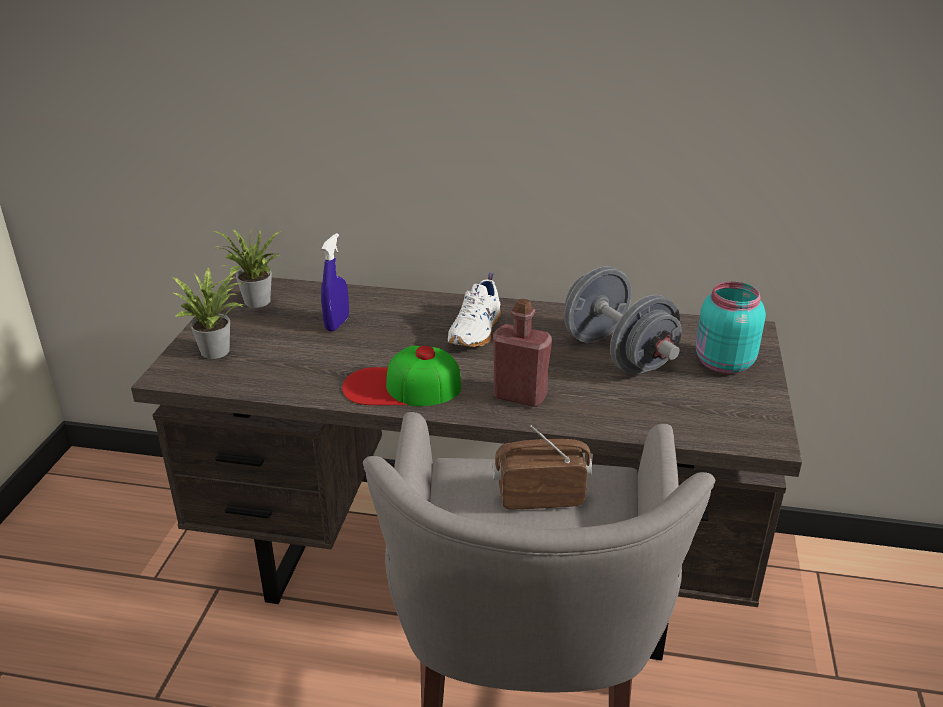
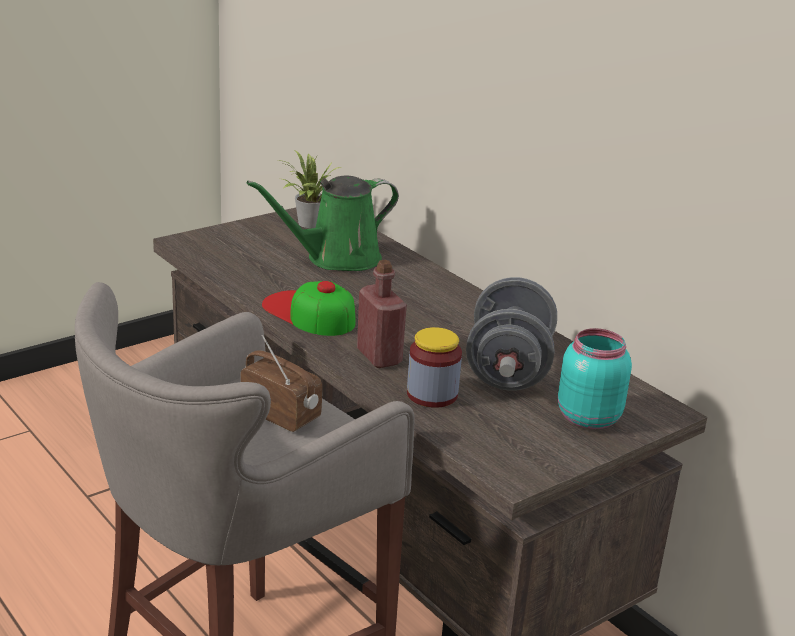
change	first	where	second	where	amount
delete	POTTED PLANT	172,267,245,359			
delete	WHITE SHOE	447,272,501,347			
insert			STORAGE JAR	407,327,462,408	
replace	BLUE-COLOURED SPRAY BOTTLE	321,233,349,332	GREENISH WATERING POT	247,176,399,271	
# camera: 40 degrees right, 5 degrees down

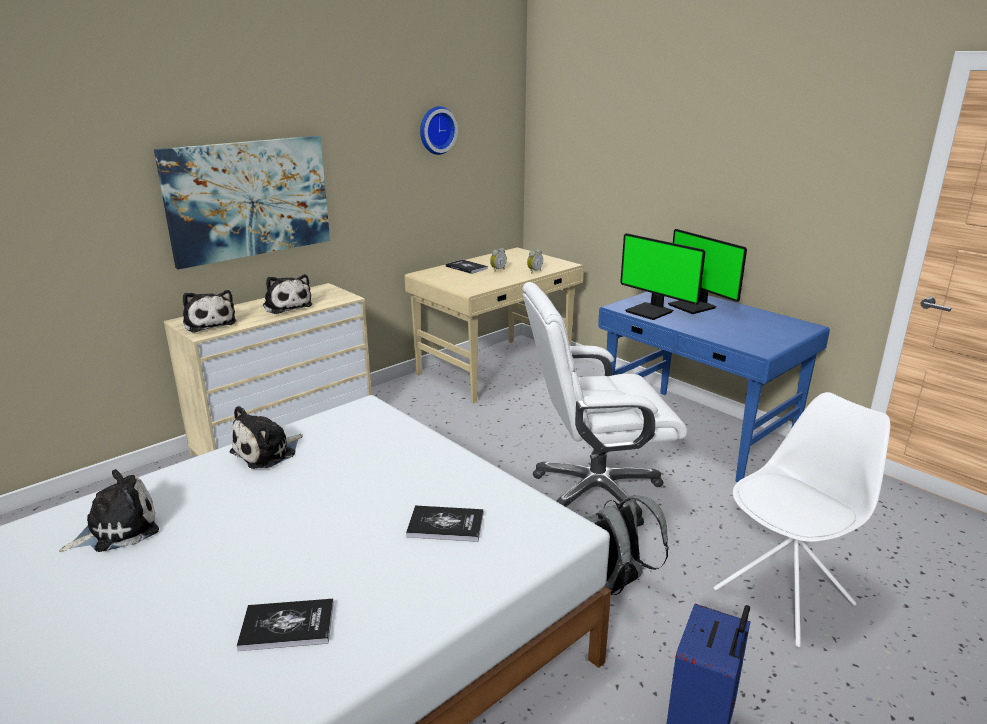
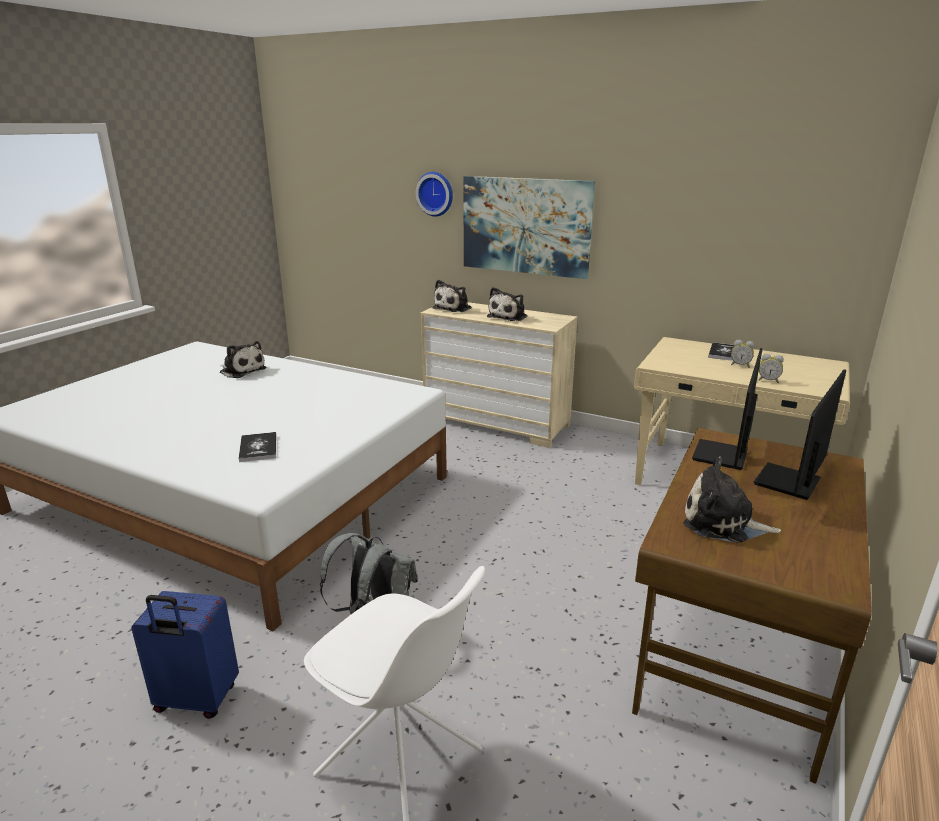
change	first	where	second	where	amount
delete	BOUND BOOK	237,599,334,651			
delete	WHITE DESK CHAIR	522,282,687,527			
move	SOFT TOY	230,406,303,469		683,457,781,543	
move	HANGING CLOCK	420,106,458,155		416,172,453,216	
recolor	BLUE-COLOURED DESK TABLE	598,291,830,482	BROWN-COLOURED DESK TABLE	632,428,872,784	
# camera: 70 degrees right, 0 degrees up

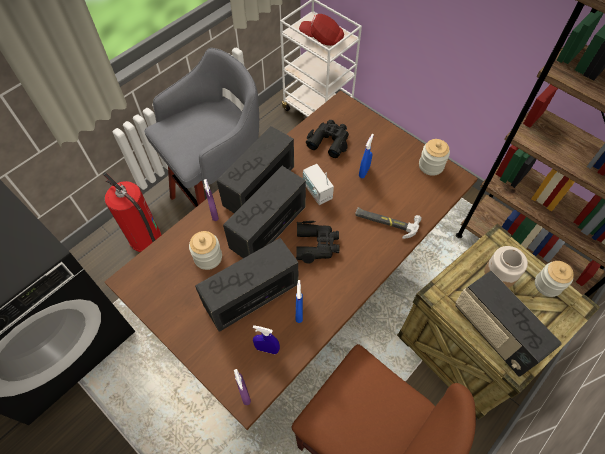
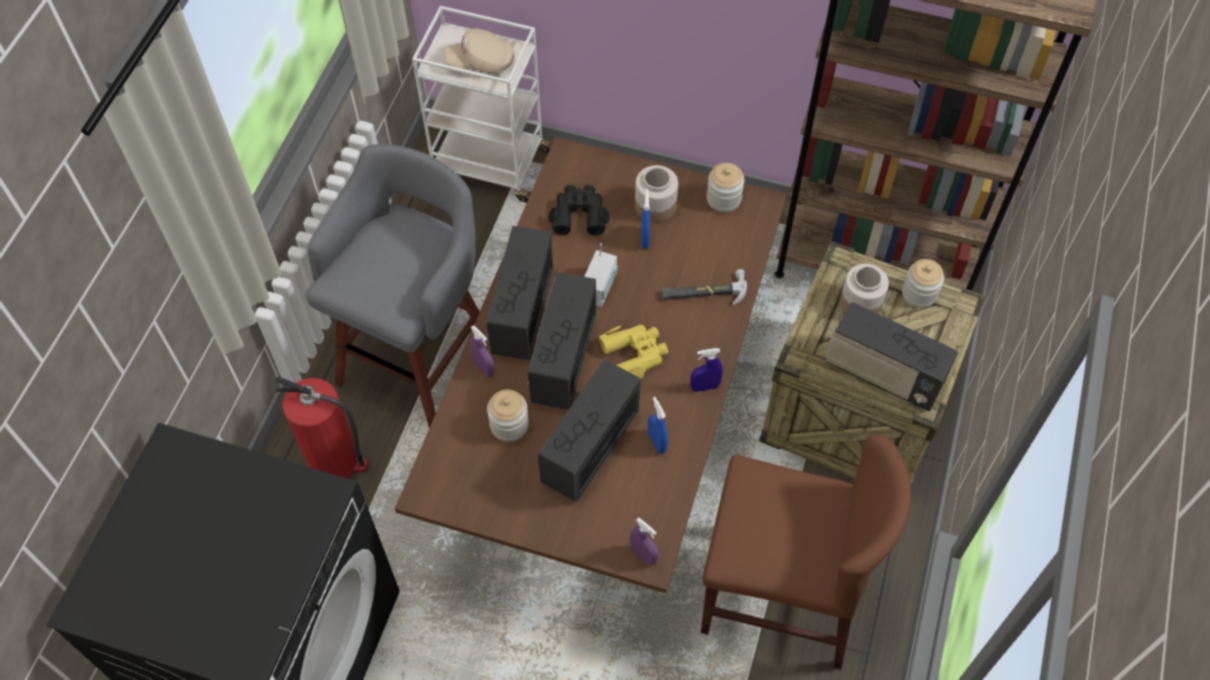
change	first	where	second	where	amount
insert			STORAGE JAR	635,165,678,222	
move	BLUE-COLOURED SPRAY BOTTLE	253,325,280,354		690,348,723,392	
recolor	BLACK-COLOURED FIELD GLASSES	296,221,339,264	YELLOW-COLOURED FIELD GLASSES	599,325,668,379	
recolor	RED BASEBALL CAP	299,14,344,46	BEIGE-COLOURED BASEBALL CAP	444,28,514,73	
rotate	RADIO RECEIVER	303,164,334,205		584,243,618,307	105 degrees counterclockwise
# camera: 25 degrees left, 0 degrees up

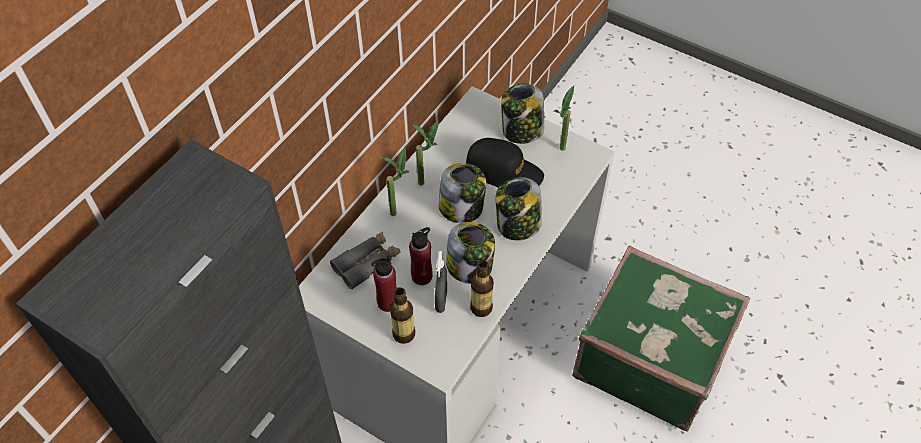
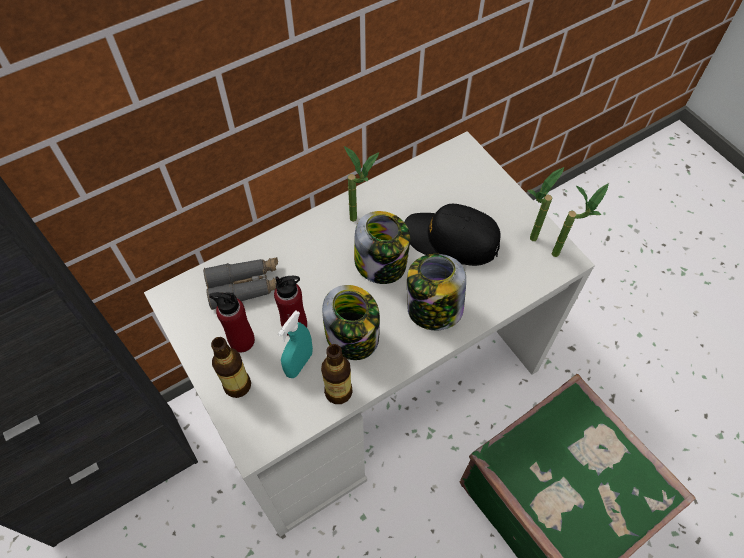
change	first	where	second	where	amount
delete	STORAGE JAR	501,83,544,144			
move	POTTED PLANT	381,147,410,216		552,183,609,257	
recolor	GRAY SPRAY BOTTLE	435,251,447,313	TURQUOISE-COLOURED SPRAY BOTTLE	278,311,313,378	
rotate	BLACK-COLOURED BASEBALL CAP	466,138,544,188		405,204,501,266	150 degrees clockwise
# camera: 25 degrees right, 5 degrees up

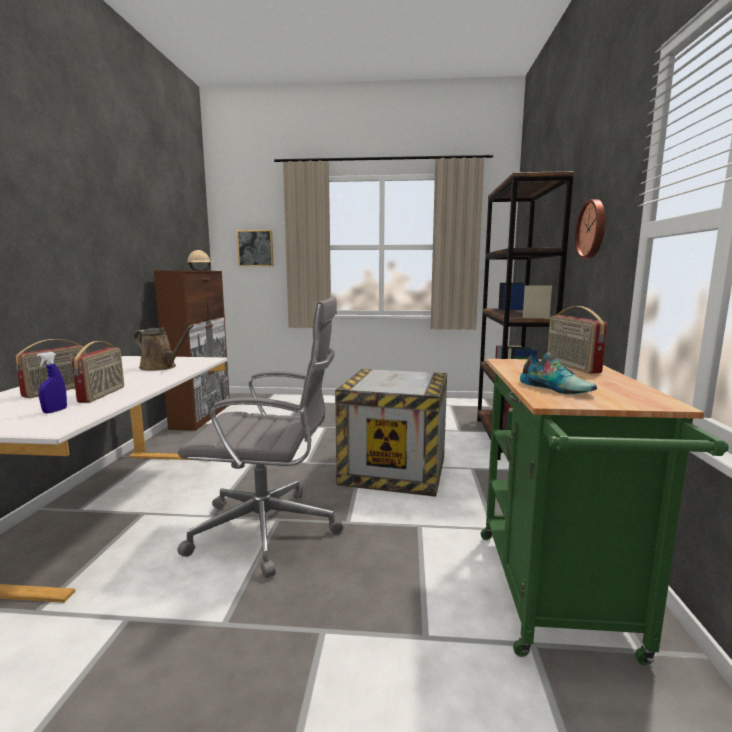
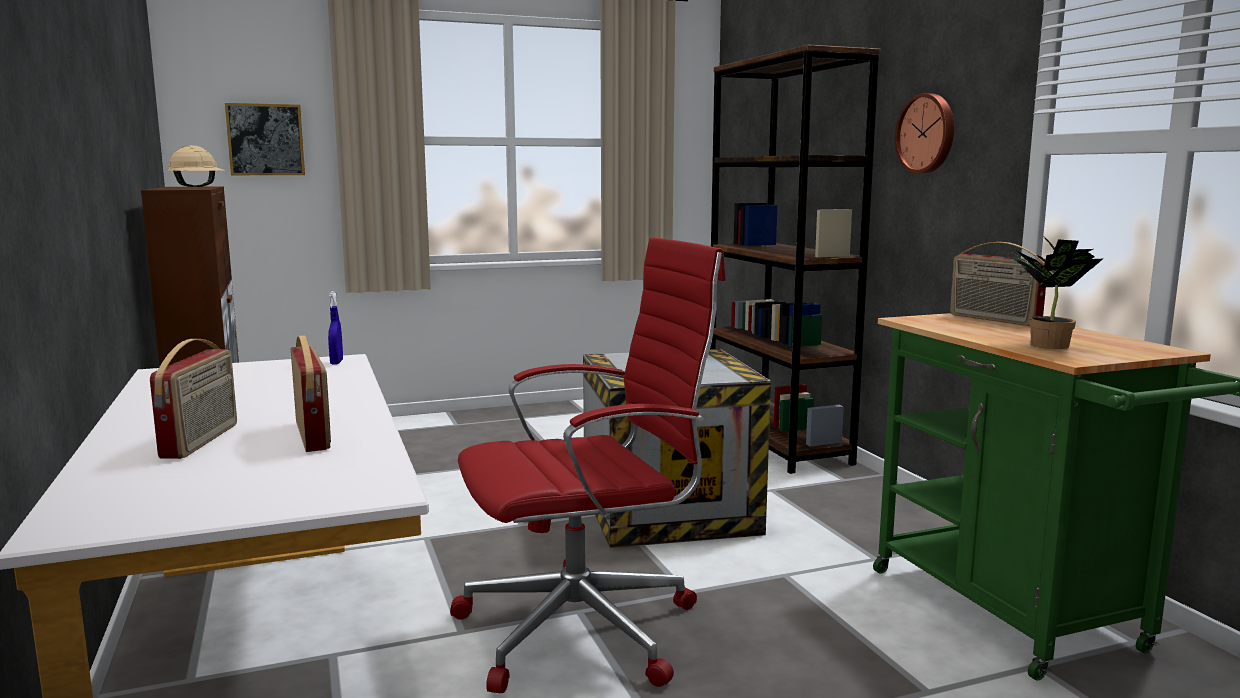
change	first	where	second	where	amount
delete	BROWN-COLOURED WATERING POT	133,325,194,371			
move	BLUE-COLOURED SPRAY BOTTLE	37,352,67,414		328,291,343,364	
replace	SHOE	520,352,597,395	POTTED PLANT	1006,238,1103,349	
recolor	GRAY DESK CHAIR	177,296,343,578	RED DESK CHAIR	450,237,726,693	
# camera: 25 degrees left, 0 degrees up

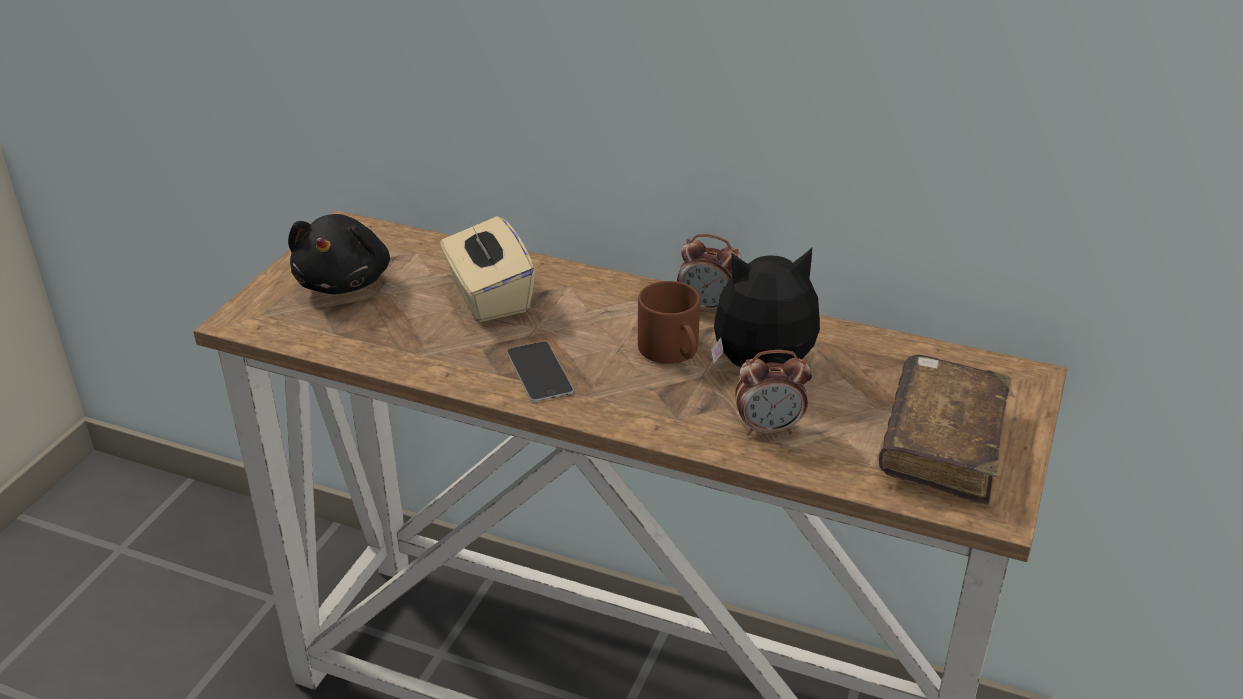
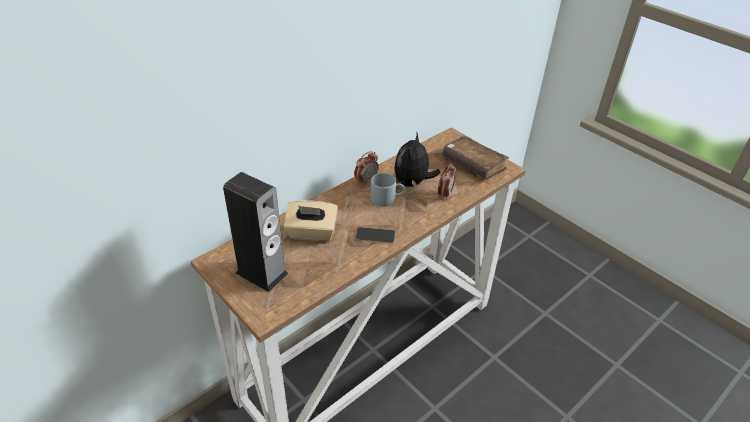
change	first	where	second	where	amount
replace	BLACK-COLOURED SOFT TOY	288,214,390,294	SPEAKER	223,172,289,292	
recolor	BROWN-COLOURED MUG	638,281,700,364	GRAY MUG	370,173,405,207	
# camera: 65 degrees left, 5 degrees up

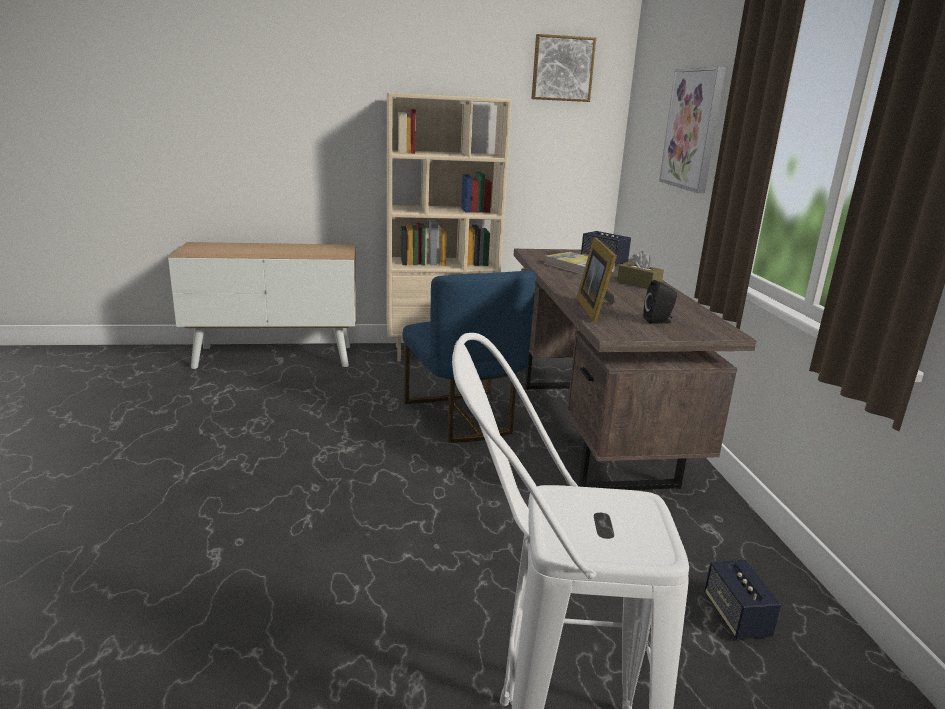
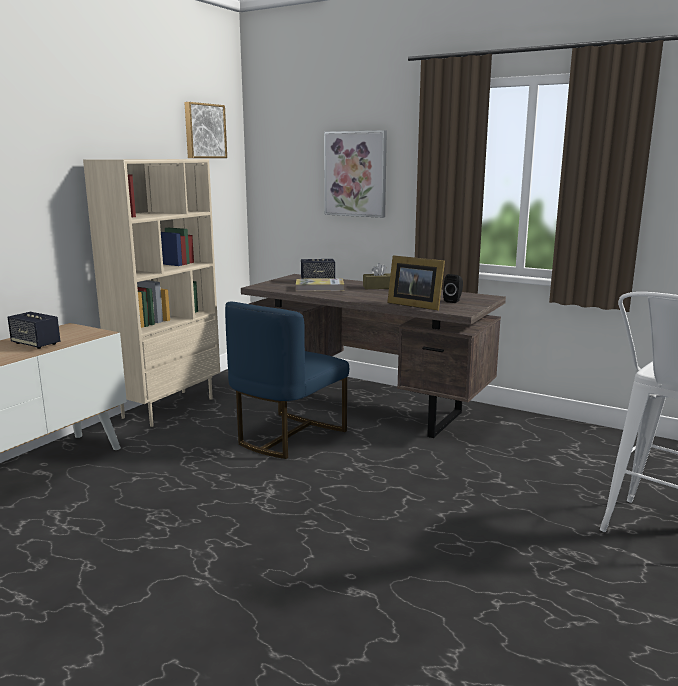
change	first	where	second	where	amount
move	SPEAKER	704,560,782,639		8,312,60,349	
rotate	BLUE-COLOURED PLAIN CHAIR	403,271,536,443		225,302,349,459	105 degrees clockwise
# camera: 50 degrees left, 5 degrees down

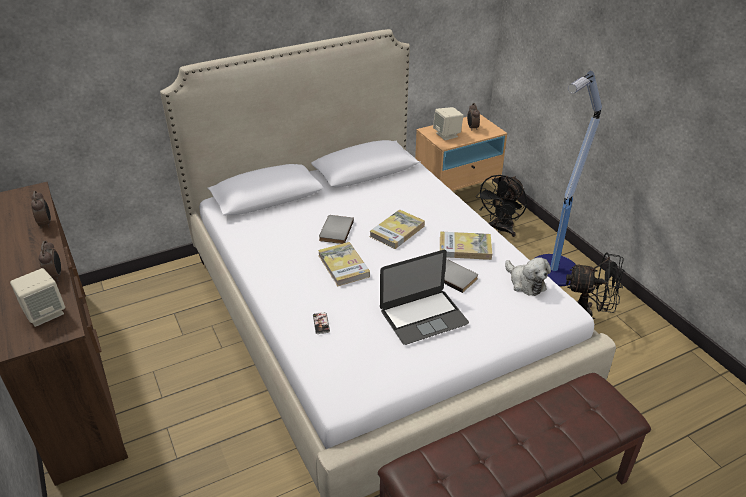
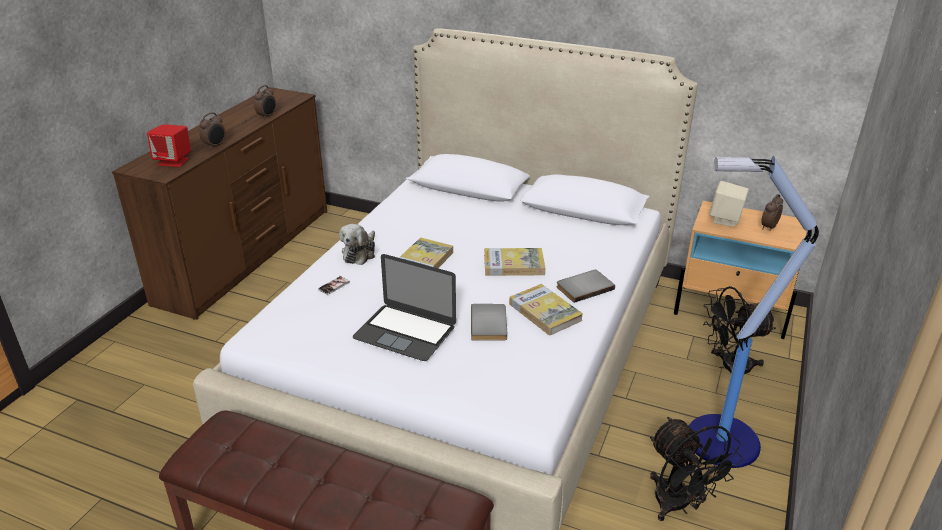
change	first	where	second	where	amount
move	GRAY BOUND BOOK	319,215,354,244		557,270,615,303	
move	SOFT TOY	505,257,551,296		339,224,375,265	
recolor	BEIGE-COLOURED SPEAKER	10,268,65,327	RED SPEAKER	147,124,191,167	
# camera: 50 degrees right, 5 degrees down

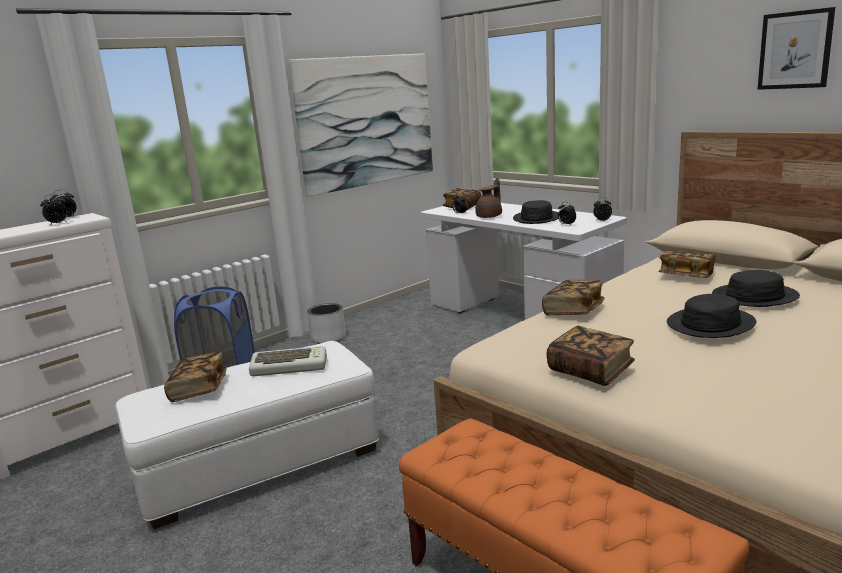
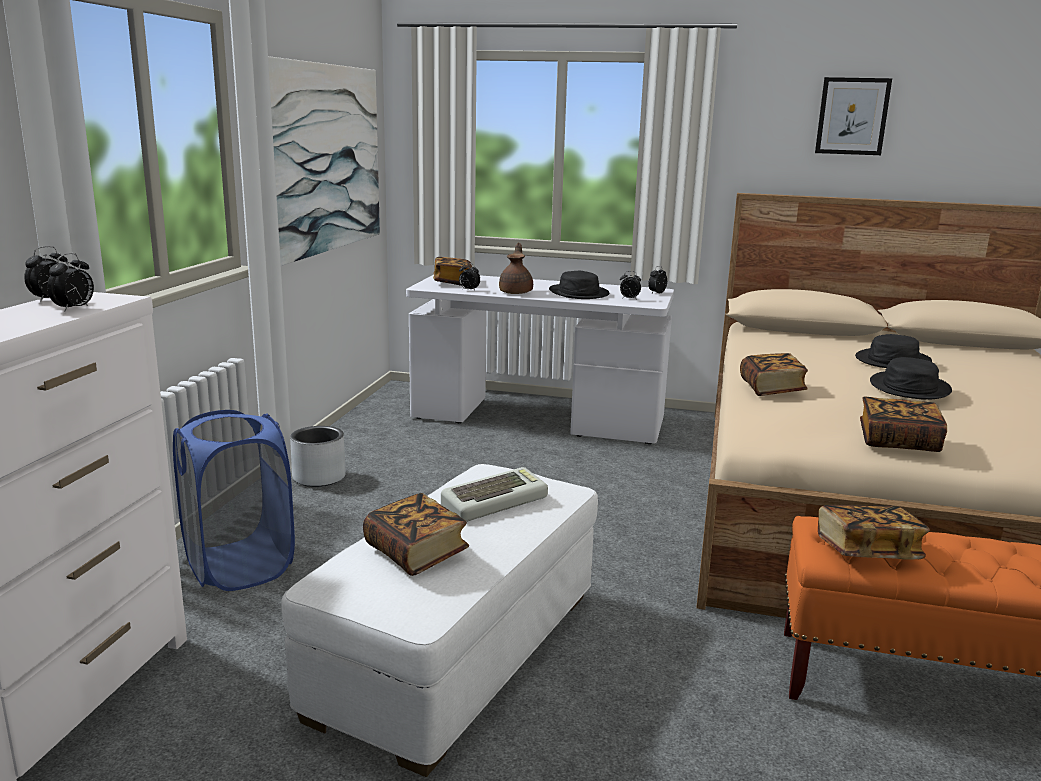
change	first	where	second	where	amount
move	BOUND BOOK	658,250,716,278		818,505,930,560	
# camera: 35 degrees left, 0 degrees up

